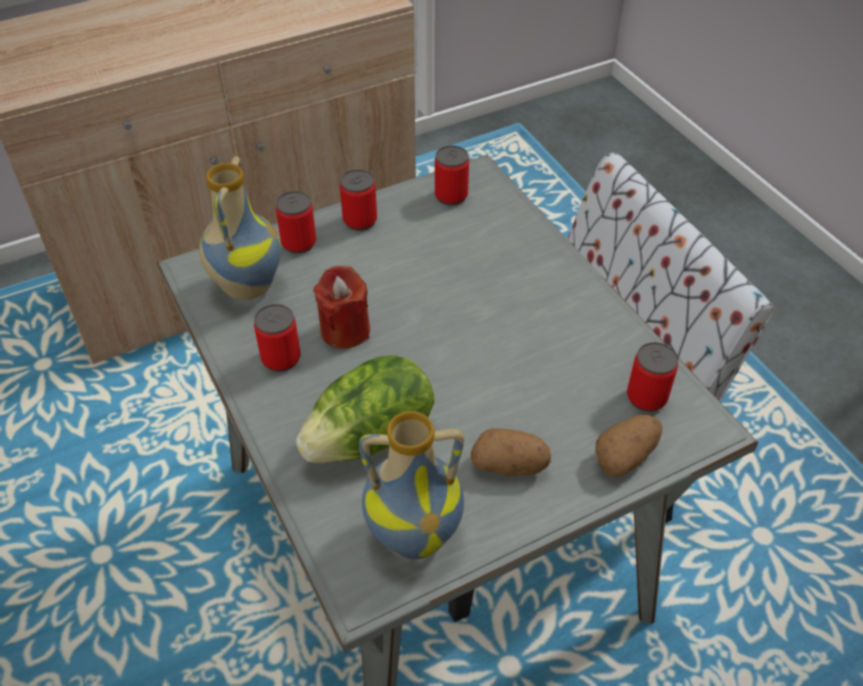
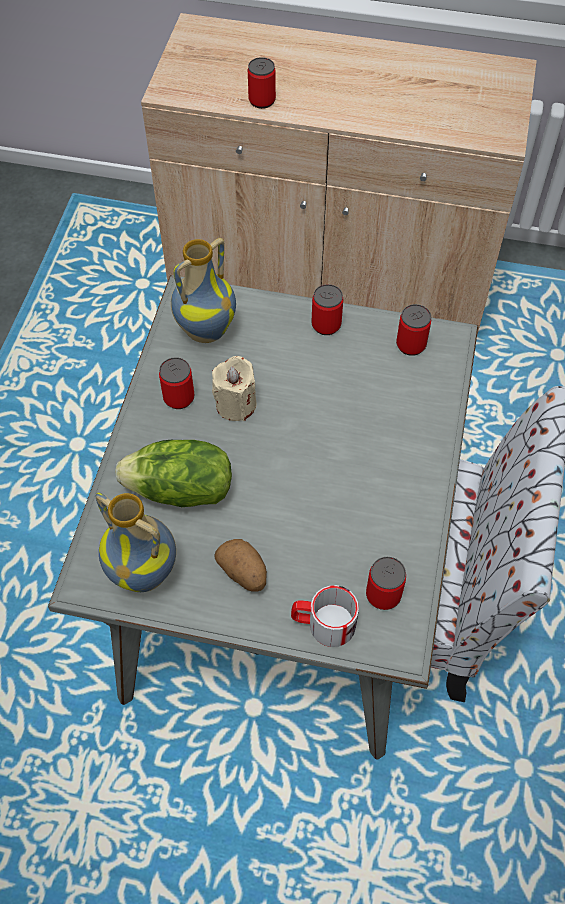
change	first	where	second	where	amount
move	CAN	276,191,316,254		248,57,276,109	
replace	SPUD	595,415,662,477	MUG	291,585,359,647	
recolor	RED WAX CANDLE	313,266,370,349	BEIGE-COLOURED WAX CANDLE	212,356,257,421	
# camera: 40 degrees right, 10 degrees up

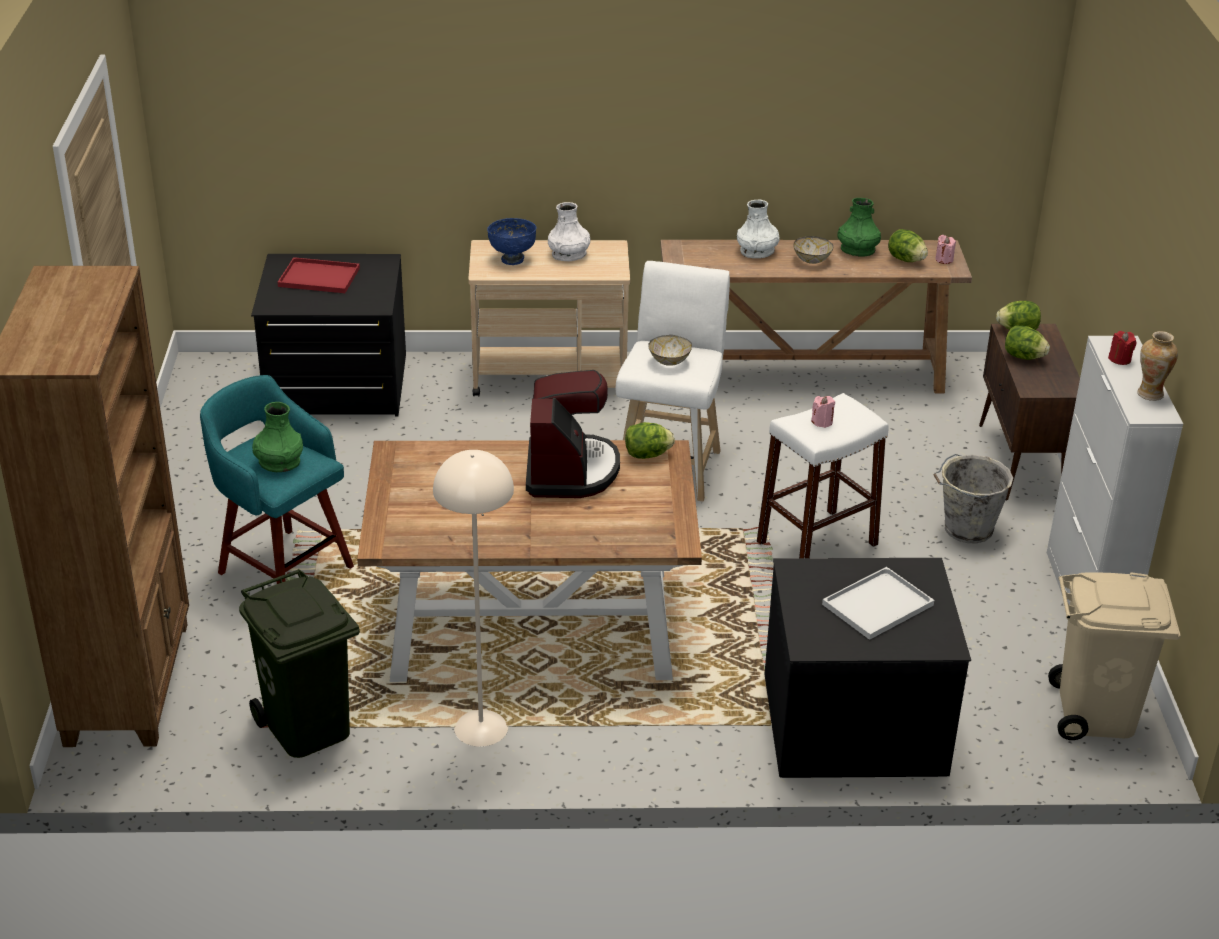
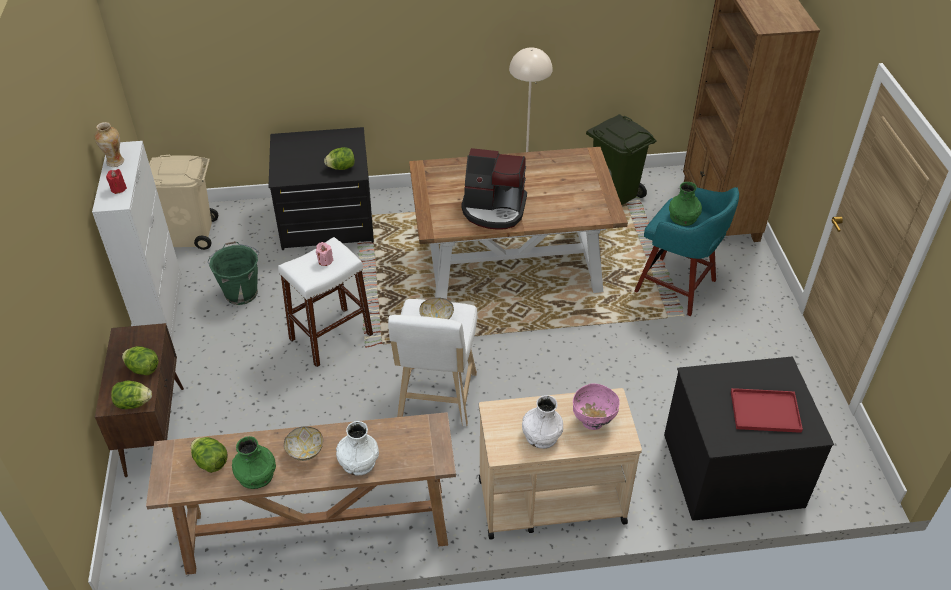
change	first	where	second	where	amount
delete	WHITE CARRYING TRAY	822,567,934,640			
delete	GRAY BUCKET	933,454,1013,543			
delete	PINKISH WAX CANDLE	935,235,956,264			
insert			GREENISH BUCKET	207,241,259,305	
move	LETTUCE	625,422,675,459		324,147,355,170	
recolor	BLUE-COLOURED SERVING BOWL	487,218,537,265	PINKISH SERVING BOWL	573,383,620,430	
rotate	COFFEE MAKER	526,370,620,498		461,148,527,230	75 degrees counterclockwise
# camera: 175 degrees right, 10 degrees up

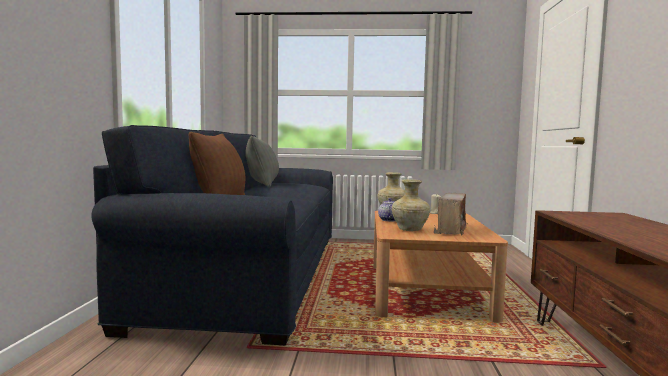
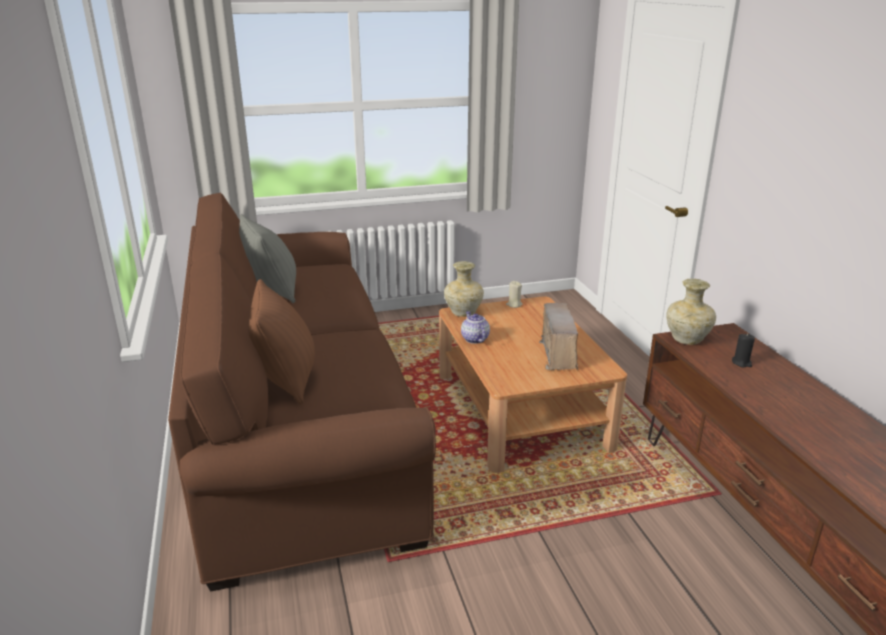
change	first	where	second	where	amount
insert			BLACK-COLOURED WAX CANDLE	732,333,755,368	
move	BEIGE-COLOURED DECORATIVE VASE	392,179,430,231		666,279,716,345	
recolor	BLUE-COLOURED SOFA	91,125,333,345	BROWN-COLOURED SOFA	168,192,436,591	
# camera: 20 degrees left, 20 degrees up

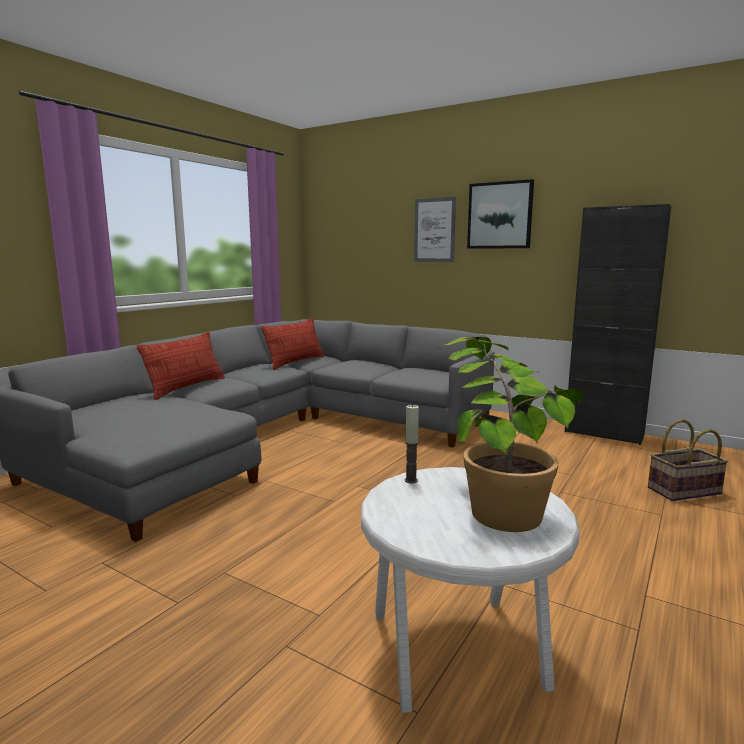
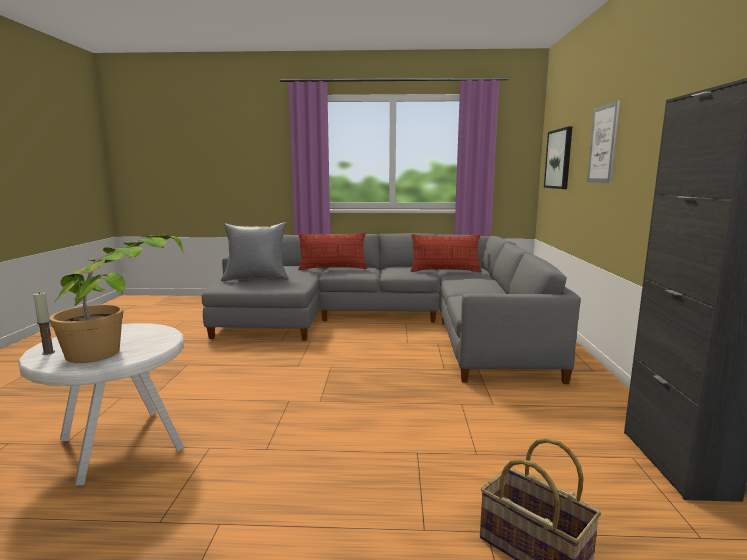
change	first	where	second	where	amount
insert			GRAY CUSHION	221,222,289,281	
move	WAX CANDLE	405,404,419,483		33,292,55,355	
move	WALL PICTURE	467,179,534,249		544,127,572,189	
# camera: 60 degrees right, 0 degrees up

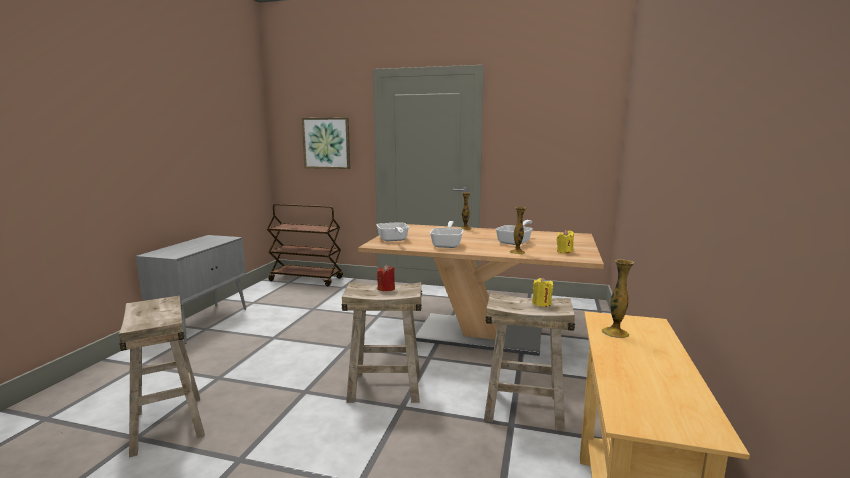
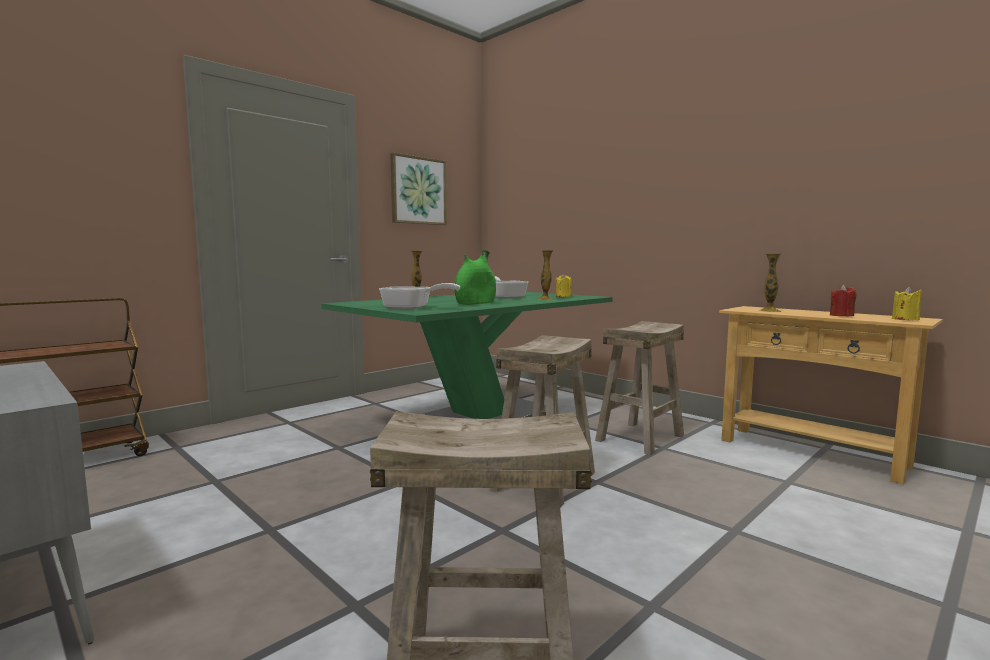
change	first	where	second	where	amount
move	WALL PICTURE	301,117,350,169		390,152,447,225	
move	RED WAX CANDLE	377,265,395,291		830,285,856,316	
move	YELLOW-COLOURED WAX CANDLE	532,277,553,307		892,287,922,320	
replace	PAN	430,221,463,248	GREENISH DECORATIVE VASE	454,250,496,305	
recolor	BROWN-COLOURED DINING TABLE	358,224,604,356	GREENISH DINING TABLE	321,292,613,419	
# camera: 60 degrees left, 5 degrees down

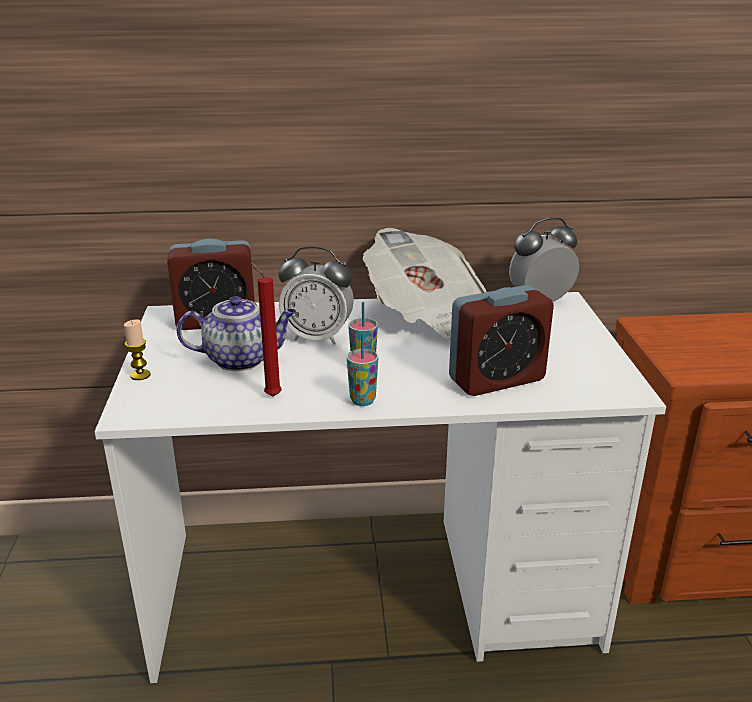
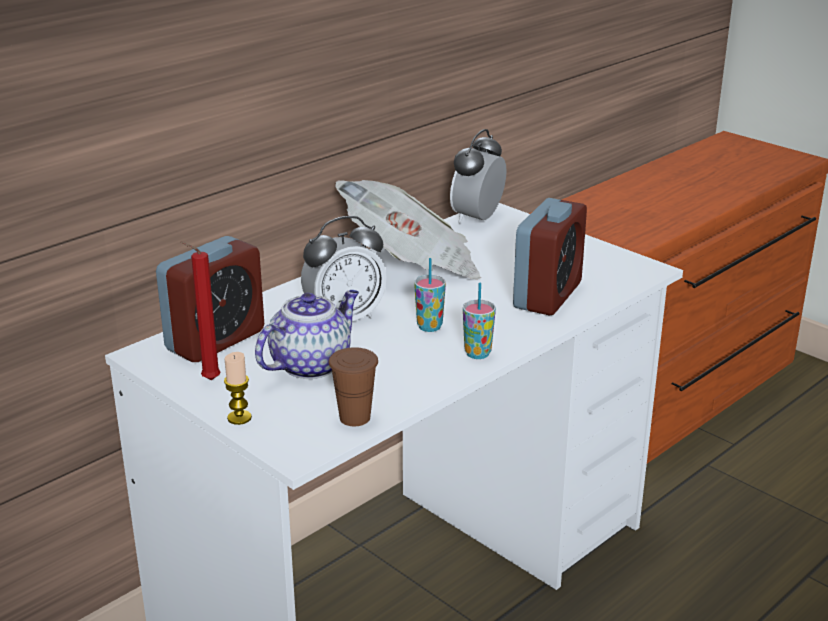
change	first	where	second	where	amount
insert			BROWN-COLOURED SMALL CUP	329,347,378,426	
move	RED WAX CANDLE	251,263,282,397		181,241,221,380	
# camera: 40 degrees left, 0 degrees up

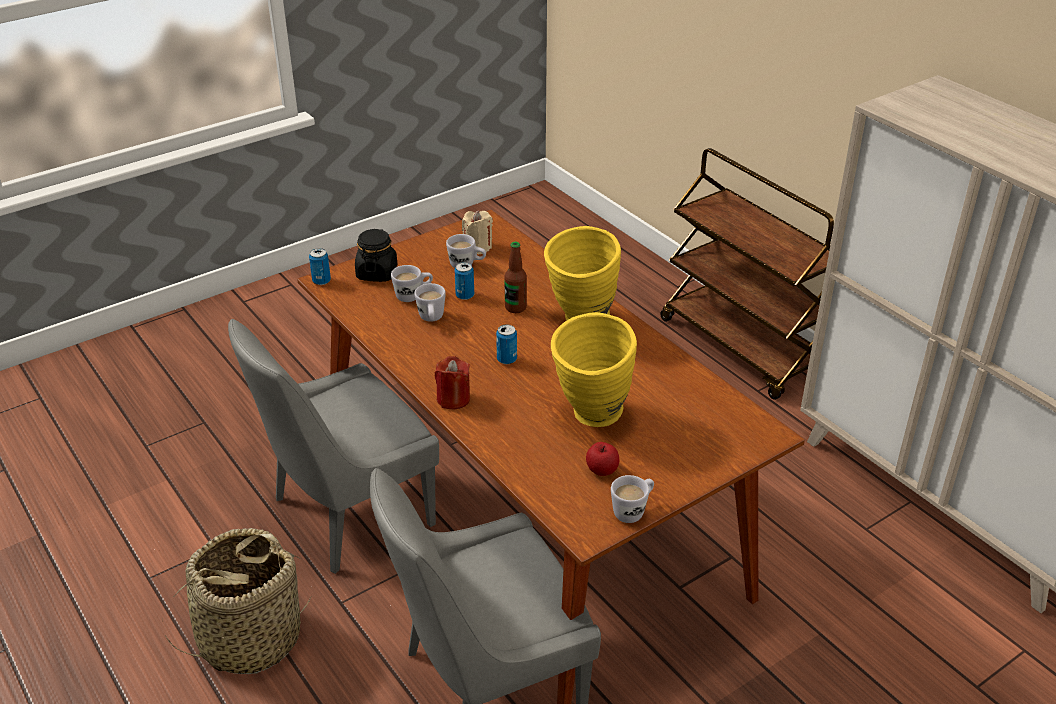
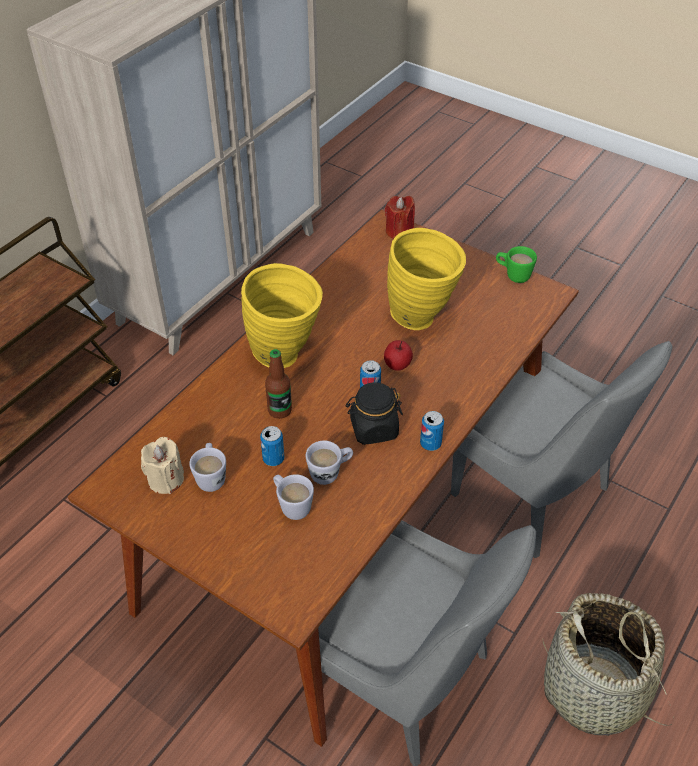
change	first	where	second	where	amount
move	CAN	309,248,331,285		420,411,444,451	
move	BLACK-COLOURED STORAGE JAR	355,229,397,282		346,382,403,445	
move	RED WAX CANDLE	435,356,470,410		385,196,415,239	
move	APPLE	586,442,619,476		384,340,413,371	
recolor	WHITE MUG	611,475,654,523	GREENISH MUG	496,246,537,283	
# camera: 110 degrees left, 10 degrees up

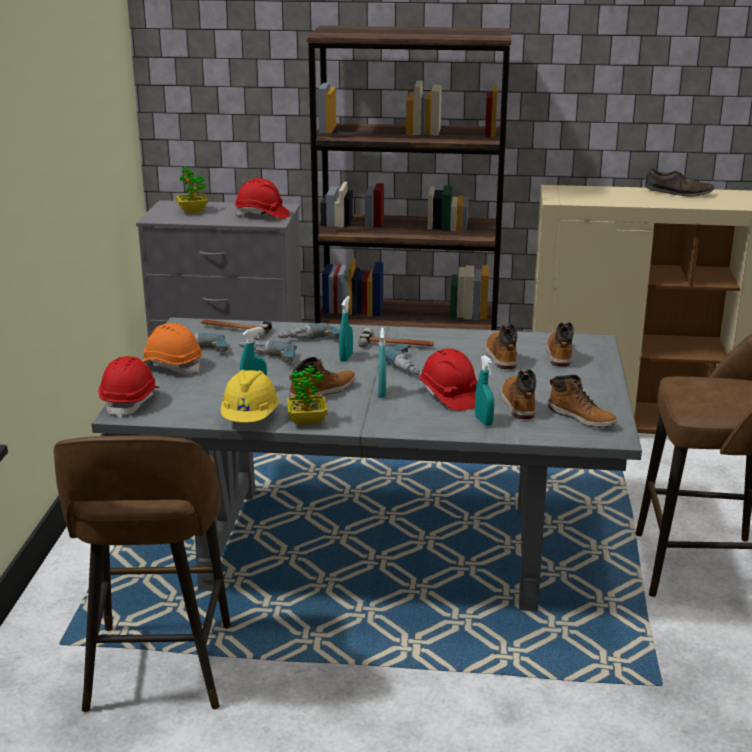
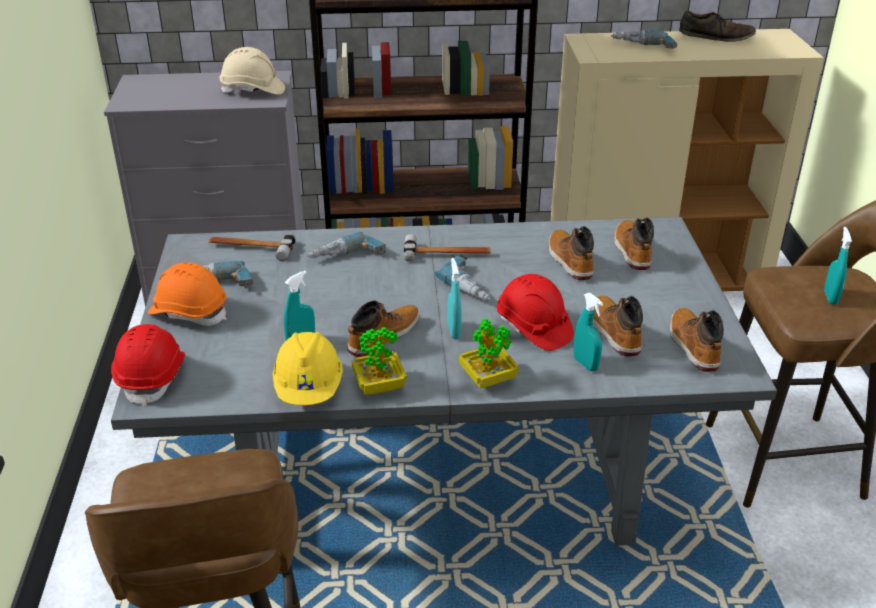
change	first	where	second	where	amount
move	POTTED PLANT	176,167,208,214		459,318,519,388	
move	POWER DRILL	238,340,297,363		611,29,677,49	
move	TURQUOISE-COLOURED SPRAY BOTTLE	339,296,353,362		824,227,852,304	
recolor	RED WORK HELMET	235,178,290,219	BEIGE-COLOURED WORK HELMET	220,47,285,95	
rotate	HIGH-TOP BOOT	548,375,617,428		670,308,724,372	135 degrees counterclockwise
# camera: 10 degrees left, 10 degrees up

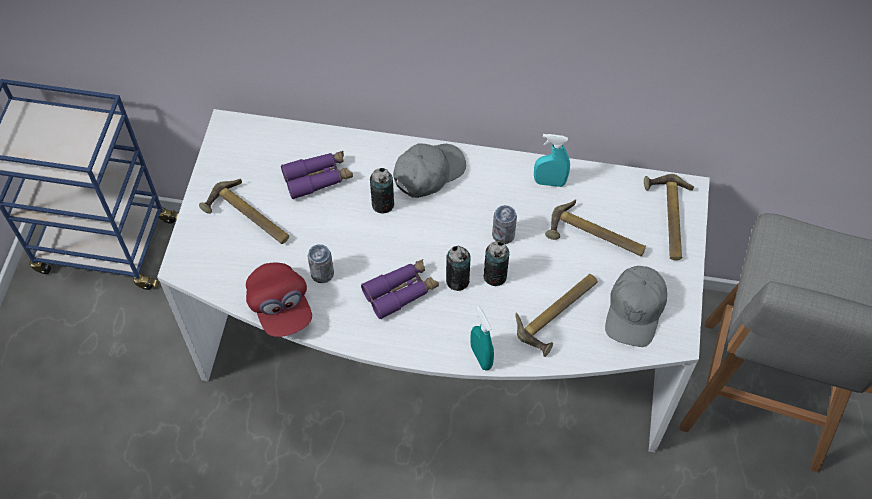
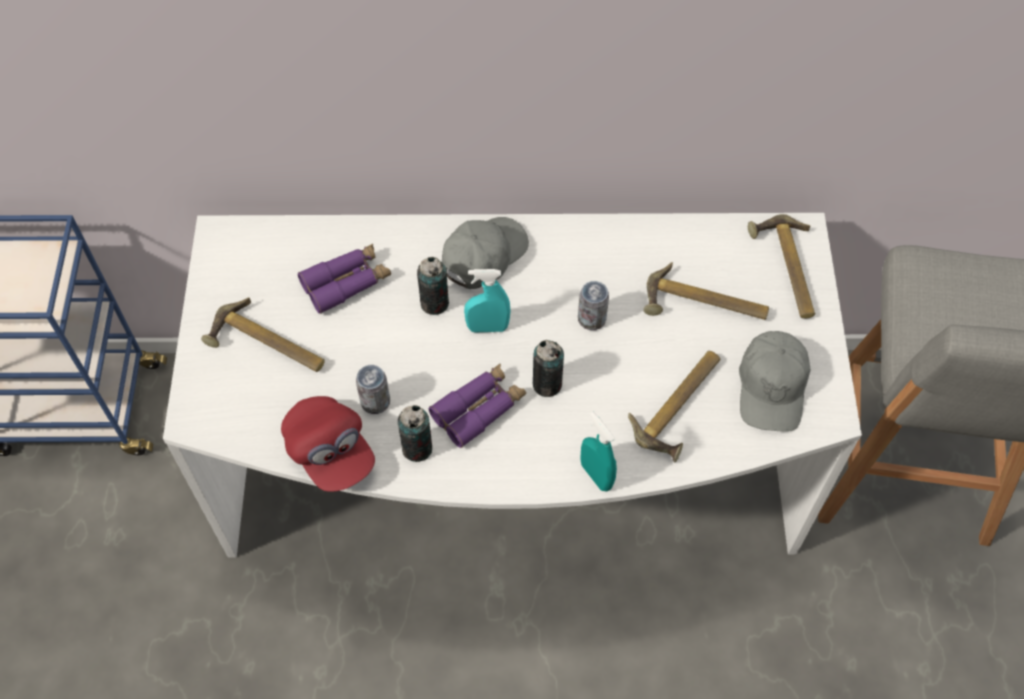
change	first	where	second	where	amount
move	CAN	484,241,509,286		398,405,432,462	
move	TURQUOISE-COLOURED SPRAY BOTTLE	534,134,570,187		464,269,511,333	
# camera: 10 degrees left, 0 degrees up

